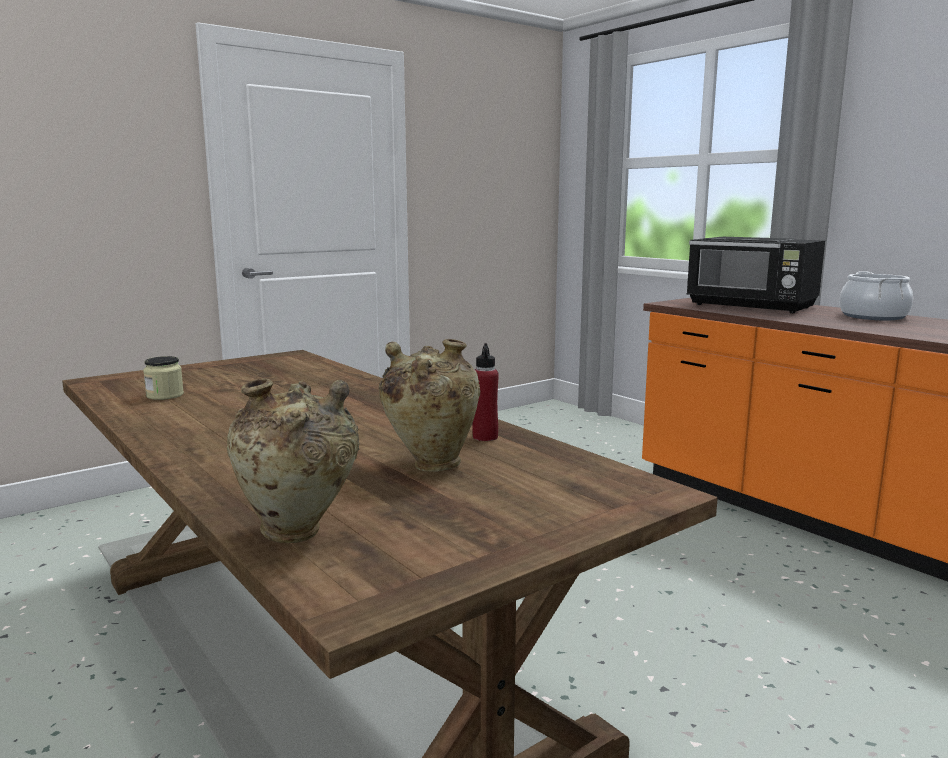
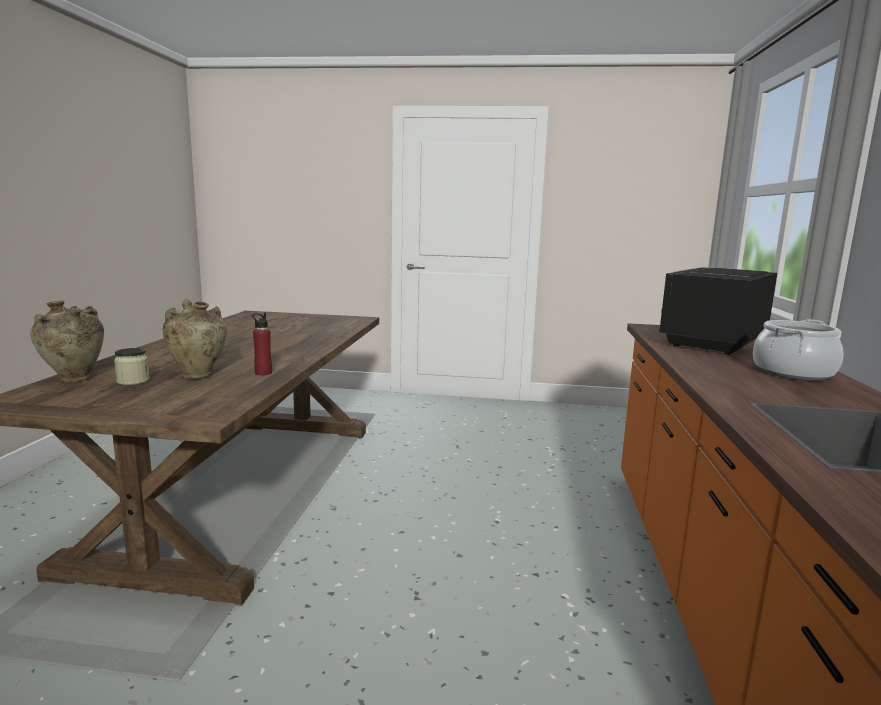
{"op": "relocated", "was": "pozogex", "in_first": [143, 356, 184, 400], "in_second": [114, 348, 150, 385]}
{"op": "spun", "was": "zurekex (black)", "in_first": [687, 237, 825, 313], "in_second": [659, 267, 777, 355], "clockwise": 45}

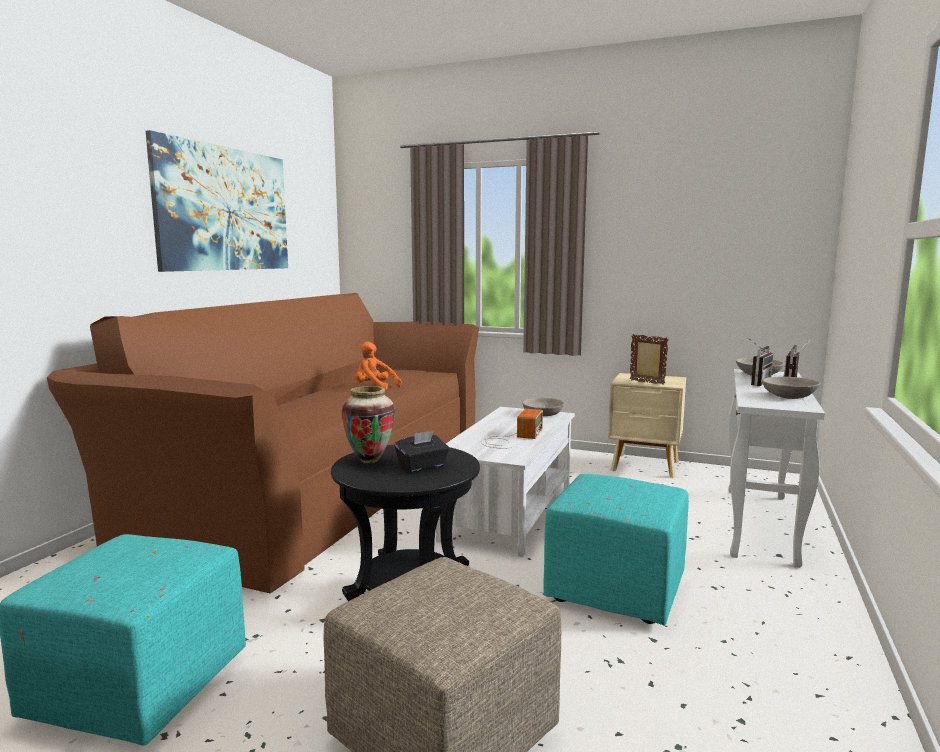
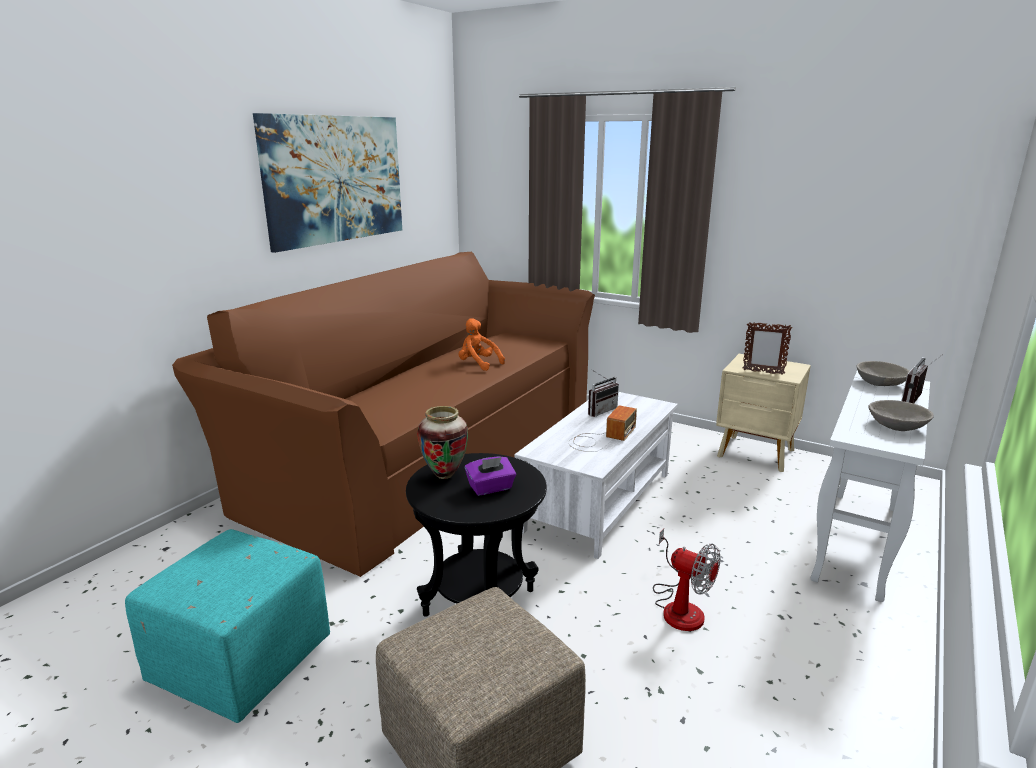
{"op": "colour", "was": "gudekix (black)", "now": "gudekix (purple)", "in_first": [395, 430, 449, 472], "in_second": [465, 456, 516, 496]}
{"op": "relocated", "was": "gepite", "in_first": [747, 337, 773, 386], "in_second": [588, 370, 619, 417]}
{"op": "exchanged", "was": "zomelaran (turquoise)", "now": "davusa", "in_first": [543, 474, 689, 626], "in_second": [653, 528, 721, 631]}
{"op": "spun", "was": "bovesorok", "in_first": [630, 334, 669, 385], "in_second": [743, 322, 792, 375], "clockwise": 150}
{"op": "missing", "was": "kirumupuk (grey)", "in_first": [522, 398, 564, 416]}

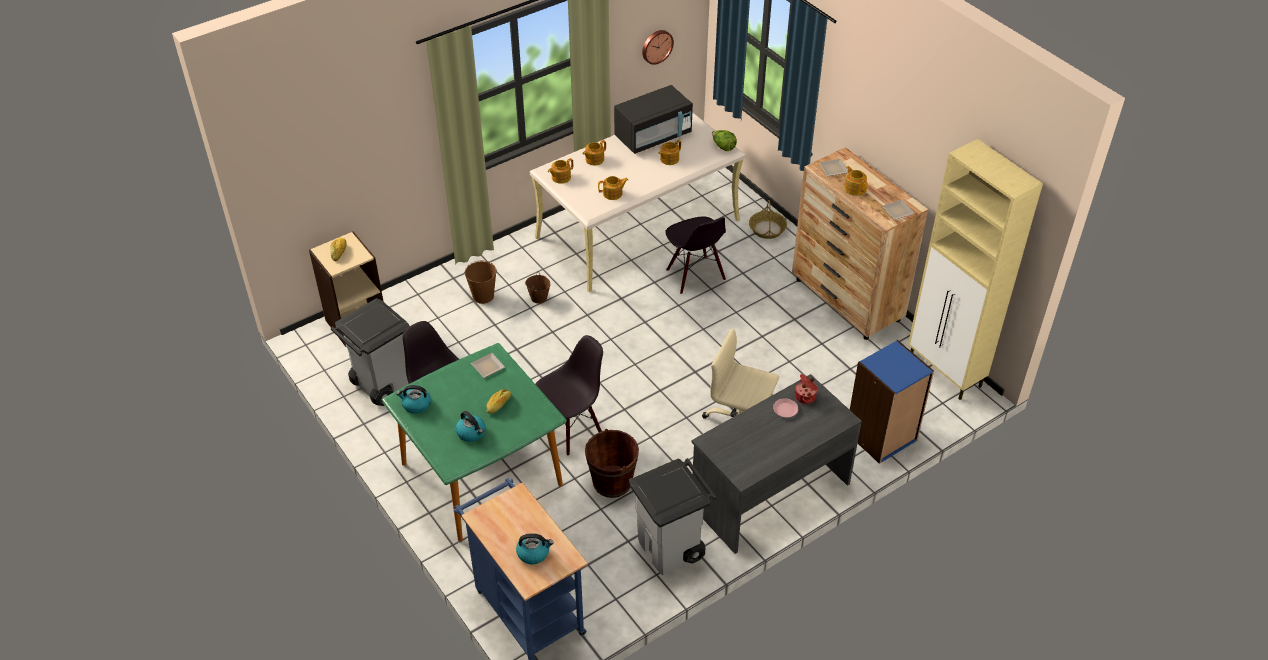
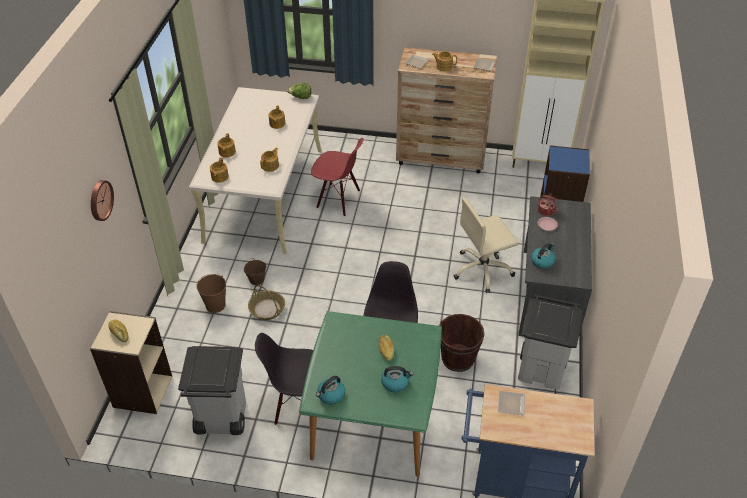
{"op": "relocated", "was": "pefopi", "in_first": [642, 30, 674, 65], "in_second": [91, 180, 114, 221]}
{"op": "relocated", "was": "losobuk", "in_first": [749, 200, 787, 239], "in_second": [248, 285, 285, 320]}
{"op": "colour", "was": "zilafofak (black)", "now": "zilafofak (red)", "in_first": [665, 216, 726, 294], "in_second": [311, 138, 364, 216]}
{"op": "relocated", "was": "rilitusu", "in_first": [471, 353, 505, 378], "in_second": [498, 391, 525, 415]}
{"op": "relocated", "was": "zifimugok", "in_first": [516, 533, 554, 565], "in_second": [531, 243, 556, 269]}
{"op": "missing", "was": "zurekex (black)", "in_first": [614, 85, 693, 154]}

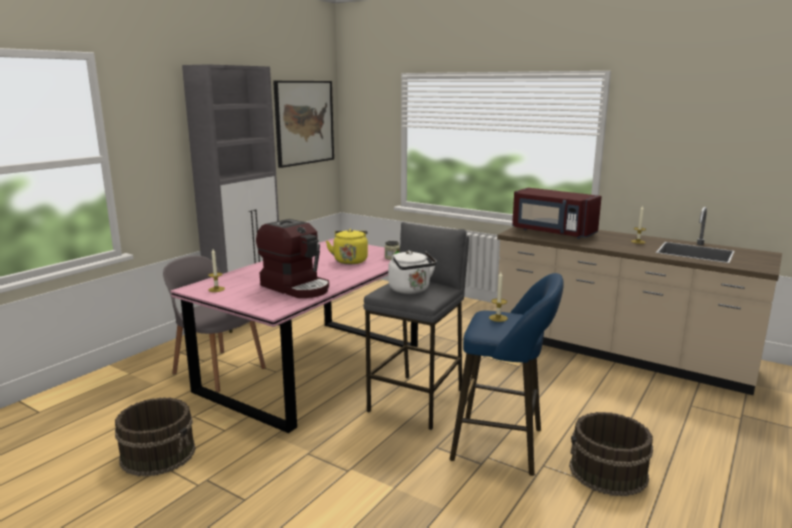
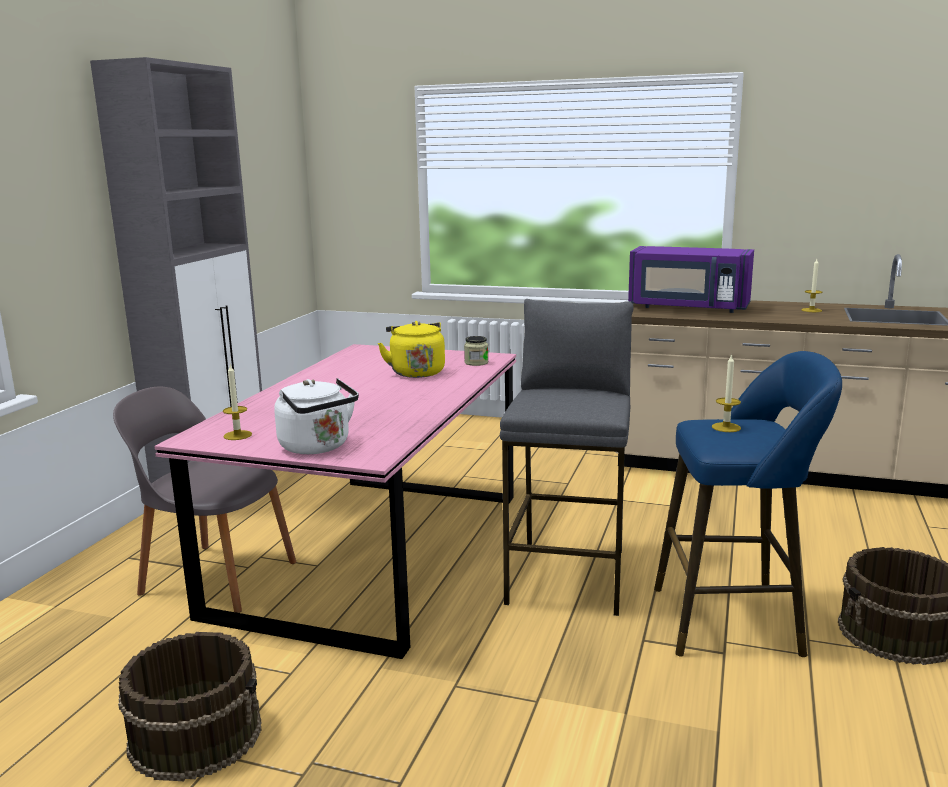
{"op": "relocated", "was": "zifimugok (white)", "in_first": [388, 250, 437, 294], "in_second": [274, 378, 359, 454]}
{"op": "colour", "was": "zurekex (red)", "now": "zurekex (purple)", "in_first": [512, 188, 602, 239], "in_second": [628, 246, 754, 313]}
{"op": "missing", "was": "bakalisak", "in_first": [256, 219, 329, 298]}
{"op": "missing", "was": "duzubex", "in_first": [273, 81, 334, 168]}

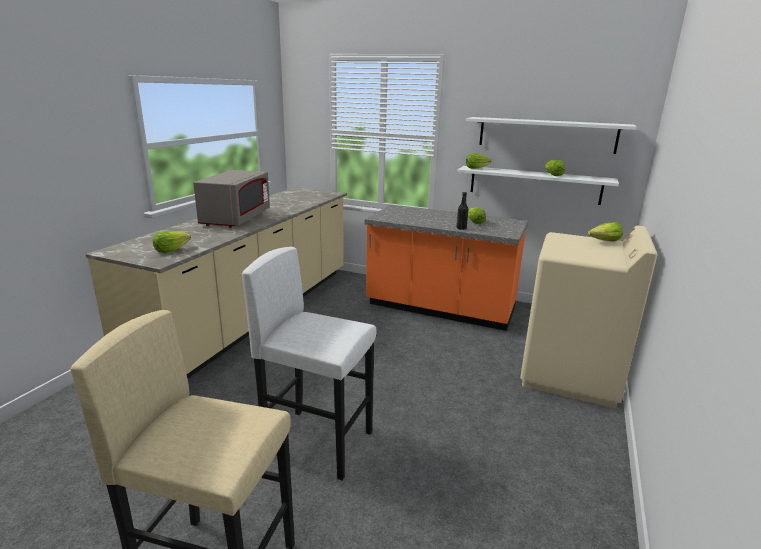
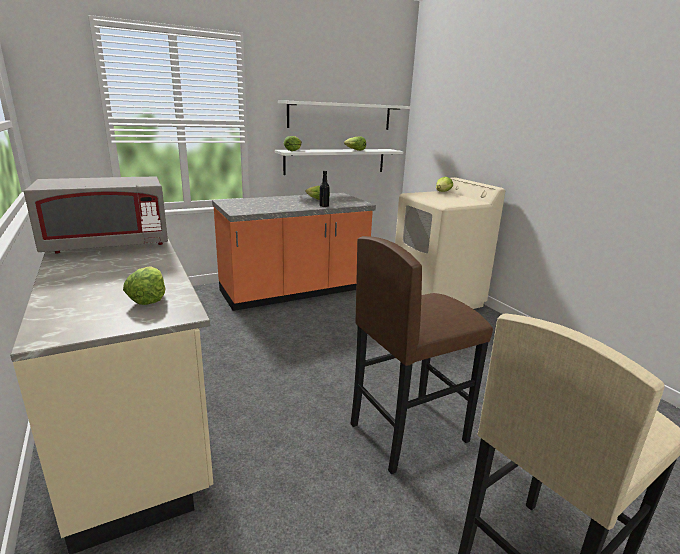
{"op": "spun", "was": "zurekex (grey)", "in_first": [193, 170, 270, 228], "in_second": [24, 177, 168, 253], "clockwise": 105}
{"op": "colour", "was": "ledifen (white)", "now": "ledifen (brown)", "in_first": [242, 247, 376, 480], "in_second": [350, 236, 493, 474]}

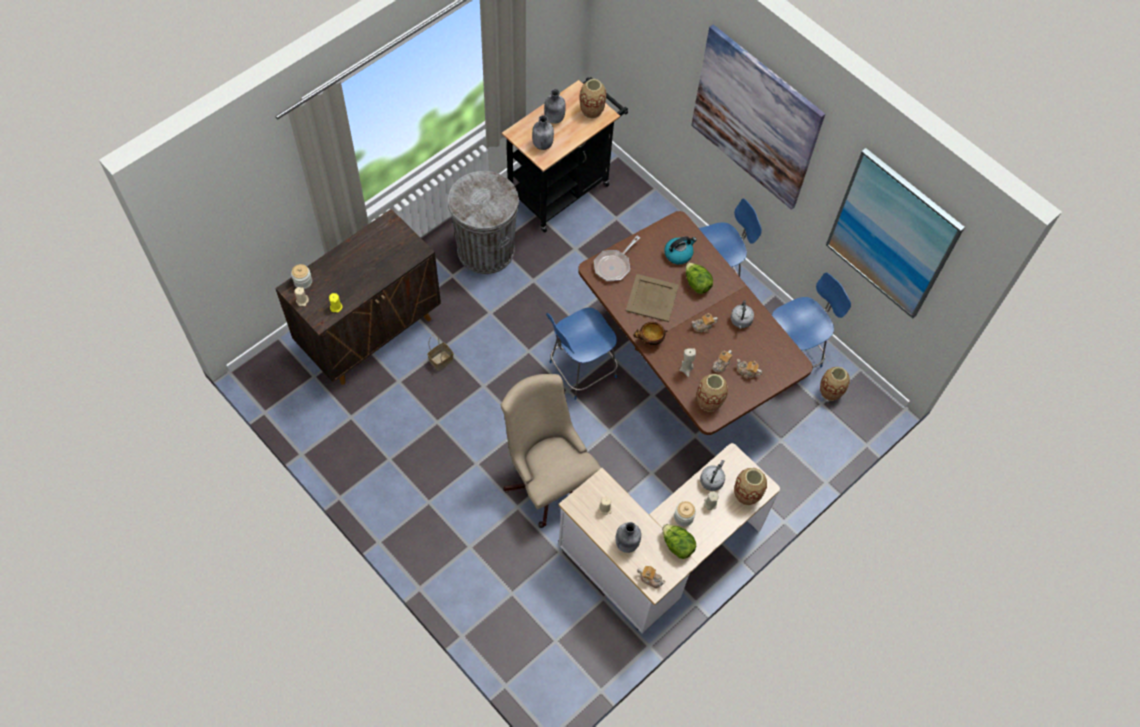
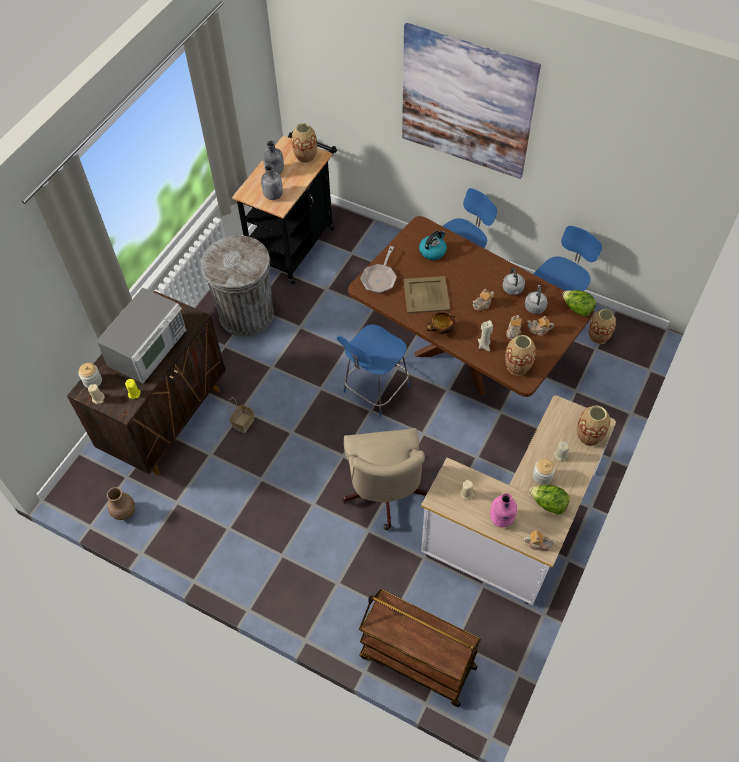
{"op": "appeared", "now": "zurekex", "in_second": [96, 288, 186, 383]}
{"op": "appeared", "now": "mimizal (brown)", "in_second": [107, 487, 135, 520]}
{"op": "spun", "was": "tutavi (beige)", "in_first": [501, 374, 601, 528], "in_second": [342, 428, 428, 531], "clockwise": -135}
{"op": "appeared", "now": "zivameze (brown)", "in_second": [359, 589, 481, 707]}
{"op": "colour", "was": "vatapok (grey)", "now": "vatapok (pink)", "in_first": [615, 522, 641, 553], "in_second": [490, 493, 517, 527]}
{"op": "relocated", "was": "zifimugok (grey)", "in_first": [700, 460, 725, 491], "in_second": [525, 285, 548, 314]}
{"op": "relocated", "was": "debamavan", "in_first": [686, 262, 713, 294], "in_second": [562, 290, 596, 317]}
{"op": "missing", "was": "duzubex", "in_first": [826, 148, 965, 319]}

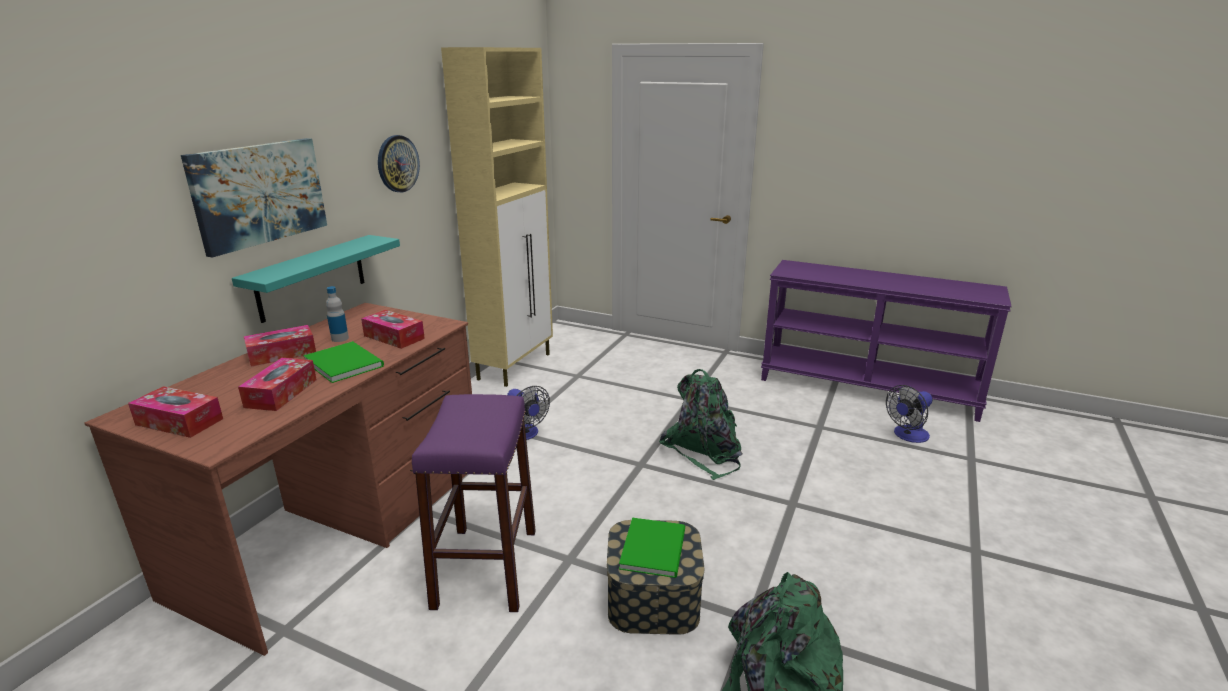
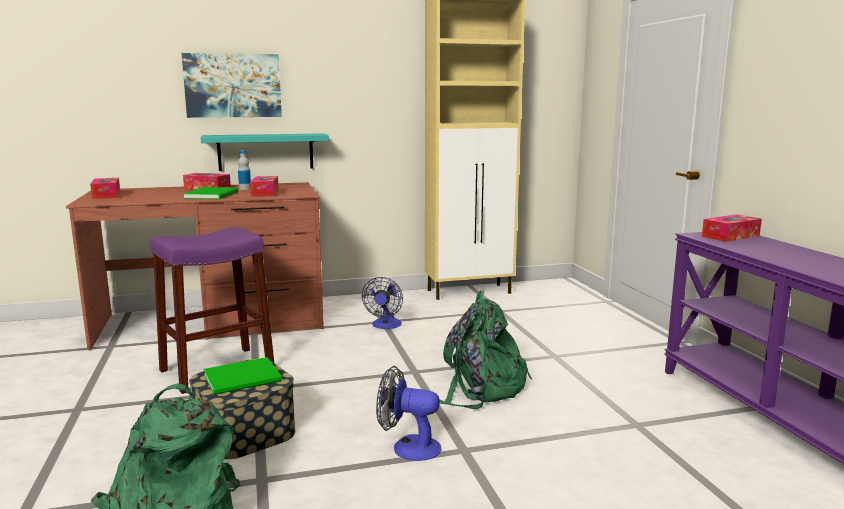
{"op": "relocated", "was": "davusa", "in_first": [886, 385, 932, 443], "in_second": [376, 366, 441, 461]}
{"op": "relocated", "was": "gudekix", "in_first": [238, 358, 317, 411], "in_second": [702, 214, 762, 242]}
{"op": "missing", "was": "pefopi", "in_first": [378, 135, 420, 192]}

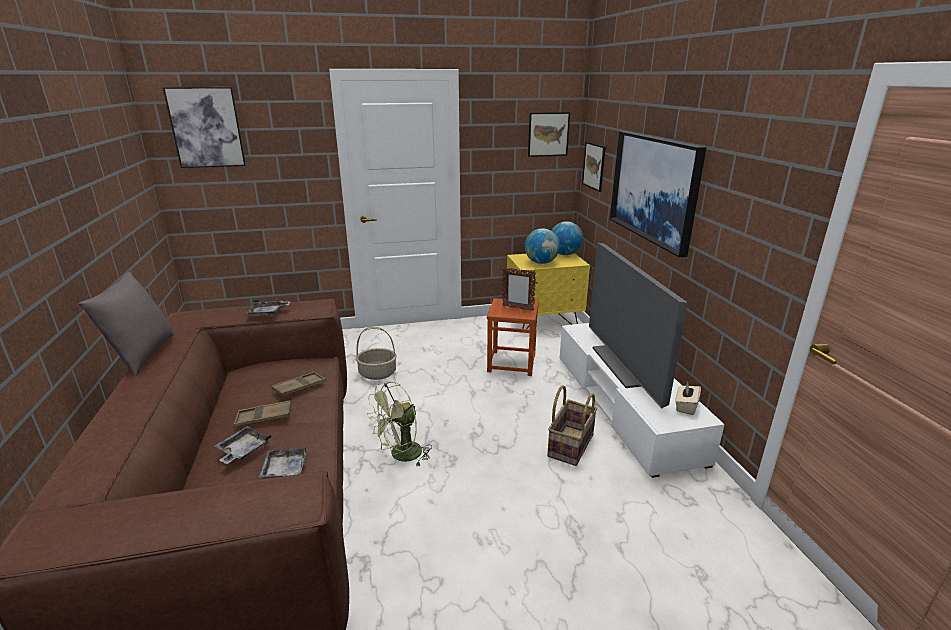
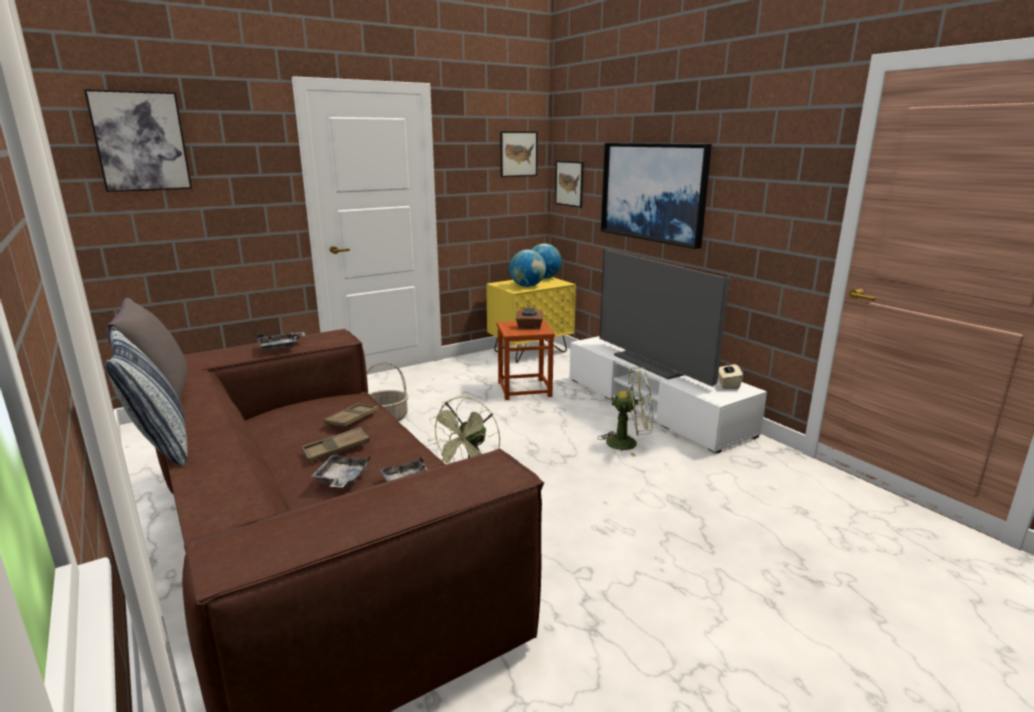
{"op": "appeared", "now": "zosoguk", "in_second": [105, 327, 187, 466]}
{"op": "exchanged", "was": "bovesorok", "now": "gudekix (brown)", "in_first": [502, 267, 536, 311], "in_second": [516, 307, 543, 329]}
{"op": "exchanged", "was": "losobuk", "now": "davusa (green)", "in_first": [547, 385, 597, 466], "in_second": [597, 366, 653, 457]}

